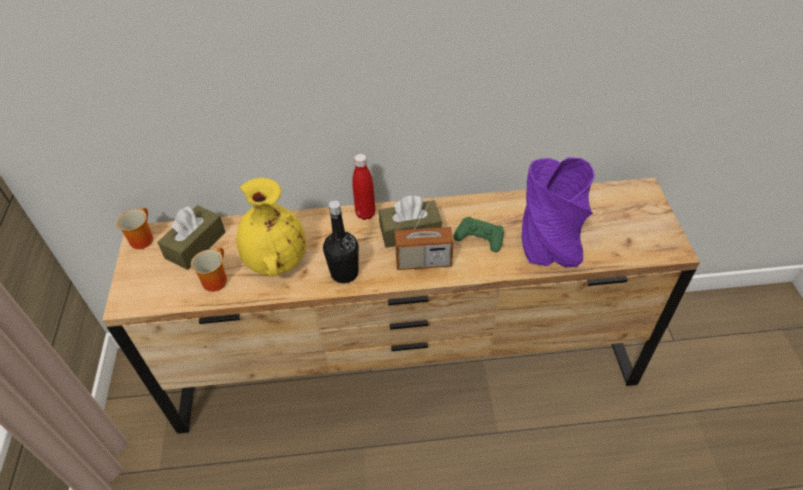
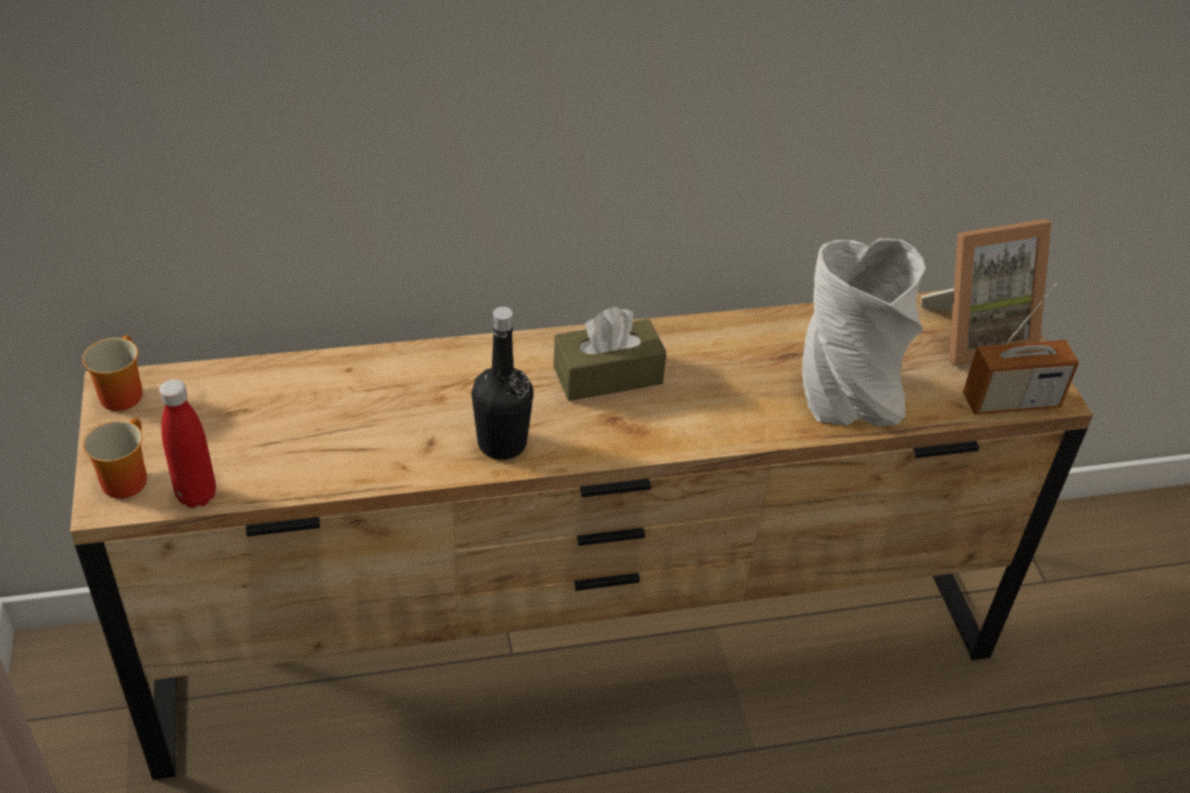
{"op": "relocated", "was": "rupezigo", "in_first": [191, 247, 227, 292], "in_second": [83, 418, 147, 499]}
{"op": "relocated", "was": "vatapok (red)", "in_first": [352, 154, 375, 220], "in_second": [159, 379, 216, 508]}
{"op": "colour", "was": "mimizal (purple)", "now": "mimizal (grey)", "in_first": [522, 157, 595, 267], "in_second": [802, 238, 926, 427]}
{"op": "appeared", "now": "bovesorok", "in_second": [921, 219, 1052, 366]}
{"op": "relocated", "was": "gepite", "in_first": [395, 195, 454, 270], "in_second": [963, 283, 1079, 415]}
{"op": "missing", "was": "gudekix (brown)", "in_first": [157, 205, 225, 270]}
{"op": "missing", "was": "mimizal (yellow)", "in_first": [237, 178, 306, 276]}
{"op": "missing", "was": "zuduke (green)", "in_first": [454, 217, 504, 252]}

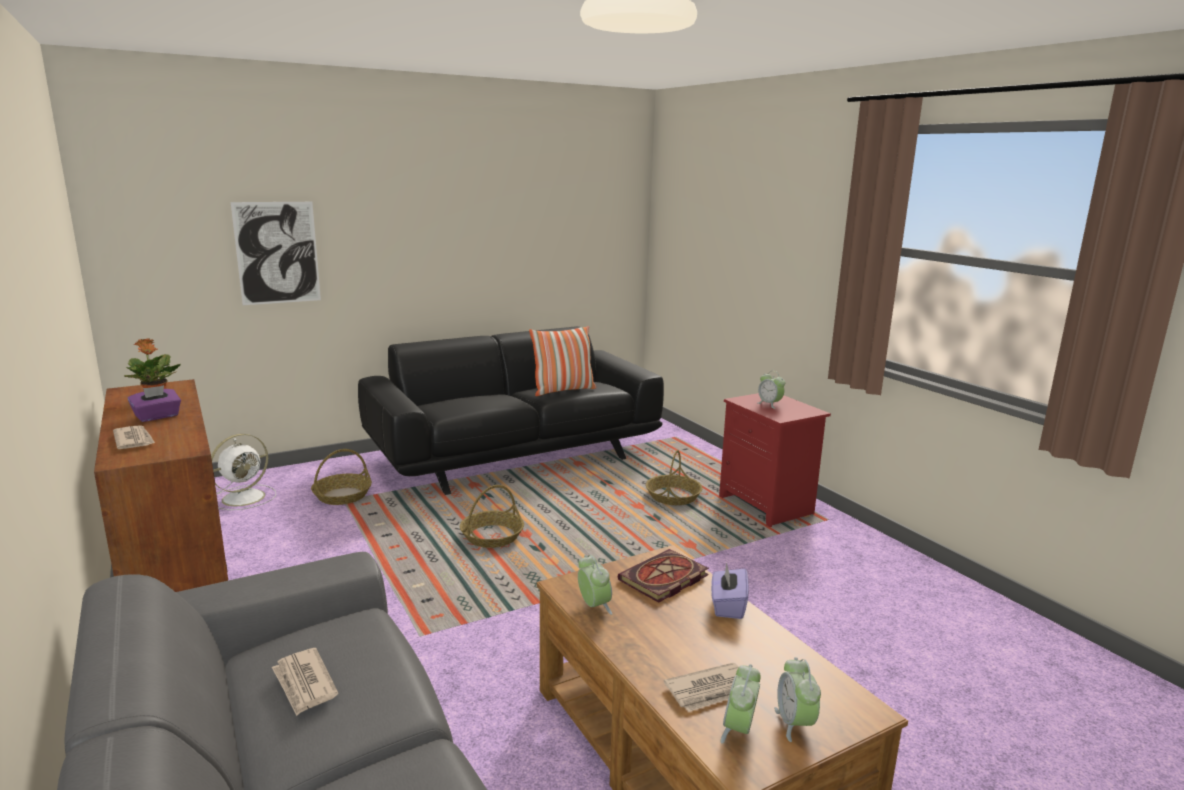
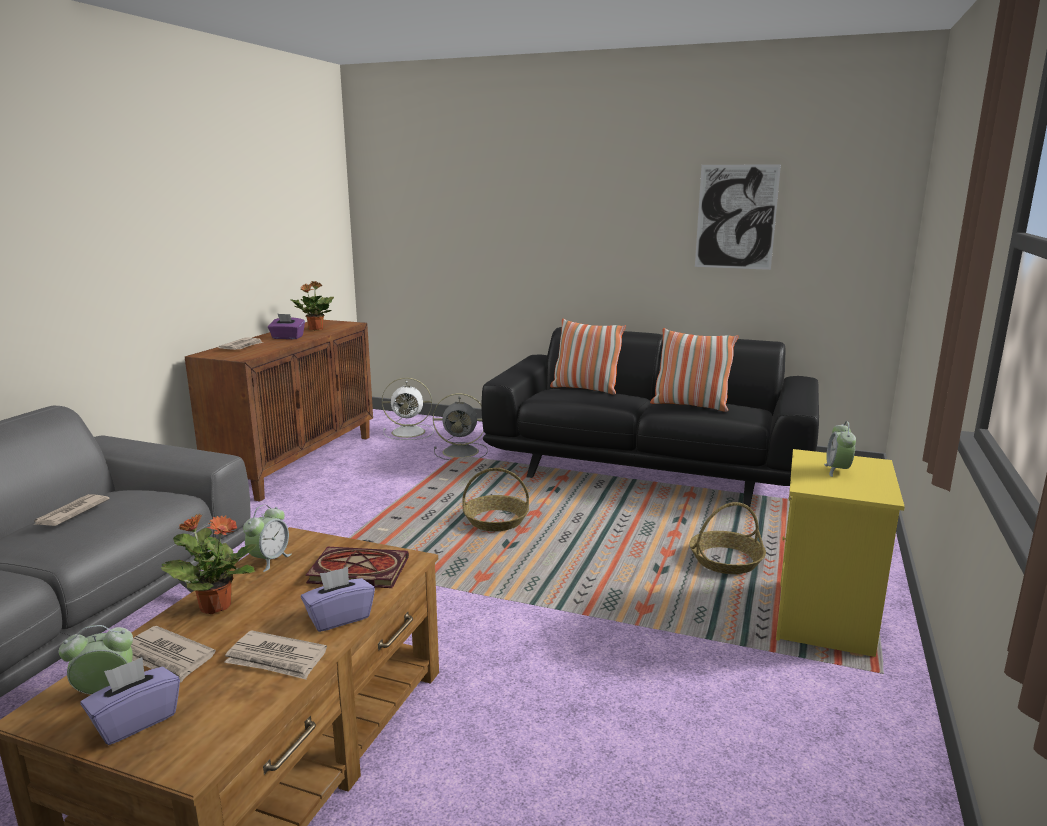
{"op": "exchanged", "was": "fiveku", "now": "gudekix (purple)", "in_first": [774, 657, 821, 742], "in_second": [80, 657, 180, 745]}
{"op": "appeared", "now": "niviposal", "in_second": [161, 514, 257, 614]}
{"op": "appeared", "now": "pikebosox", "in_second": [224, 630, 327, 679]}
{"op": "exchanged", "was": "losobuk", "now": "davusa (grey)", "in_first": [311, 449, 372, 505], "in_second": [433, 393, 488, 460]}
{"op": "appeared", "now": "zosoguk", "in_second": [550, 318, 626, 395]}
{"op": "relocated", "was": "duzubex", "in_first": [231, 202, 321, 305], "in_second": [695, 164, 781, 270]}
{"op": "colour", "was": "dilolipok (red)", "now": "dilolipok (yellow)", "in_first": [719, 393, 831, 527], "in_second": [776, 449, 905, 657]}

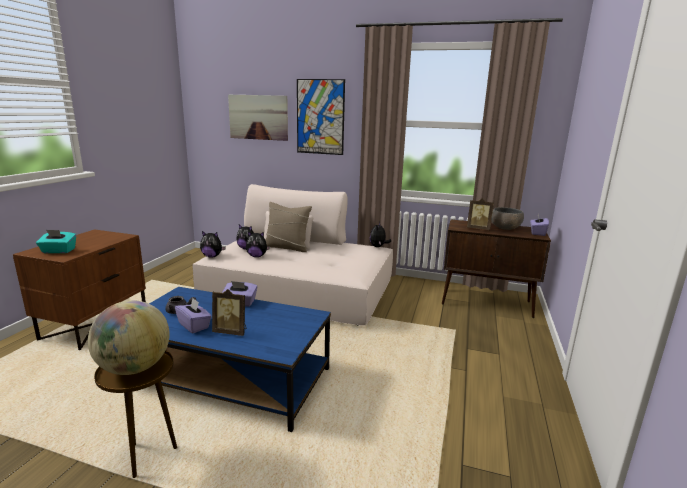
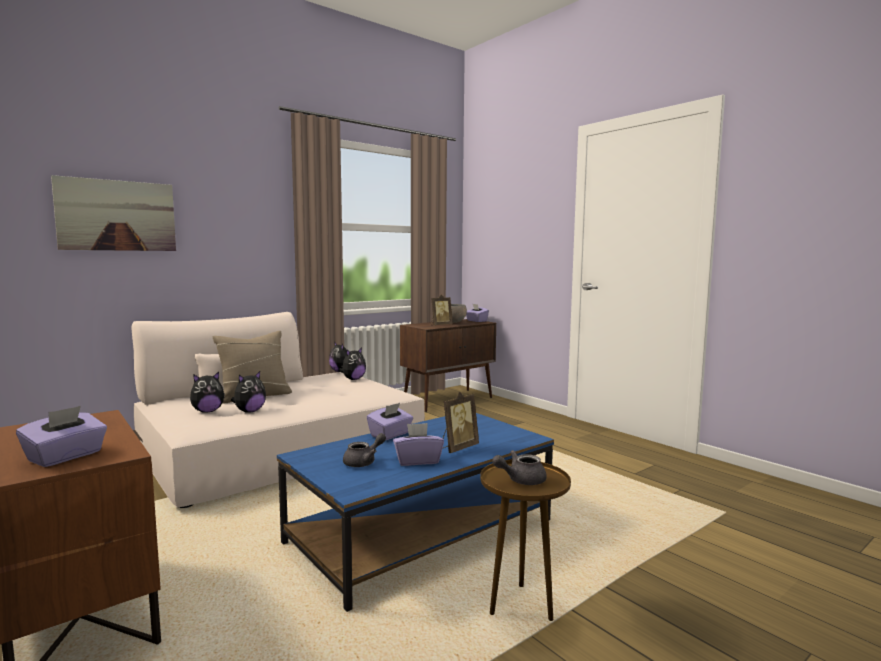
{"op": "colour", "was": "gudekix (turquoise)", "now": "gudekix (purple)", "in_first": [36, 230, 76, 253], "in_second": [16, 406, 107, 467]}
{"op": "relocated", "was": "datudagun", "in_first": [200, 231, 225, 258], "in_second": [339, 347, 366, 380]}
{"op": "exchanged", "was": "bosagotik", "now": "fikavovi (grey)", "in_first": [88, 300, 170, 375], "in_second": [492, 450, 547, 485]}
{"op": "missing", "was": "duzubex", "in_first": [297, 79, 345, 155]}

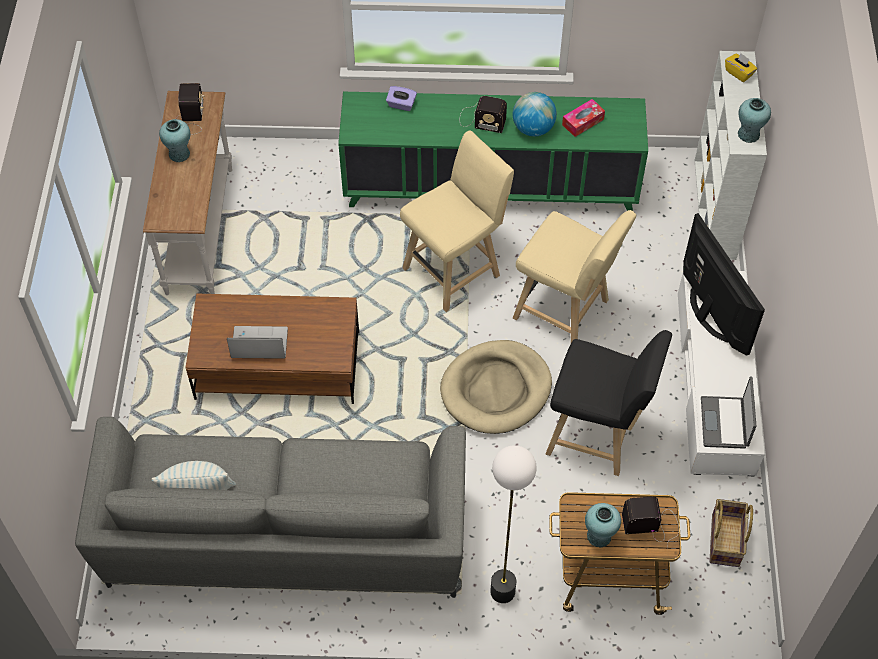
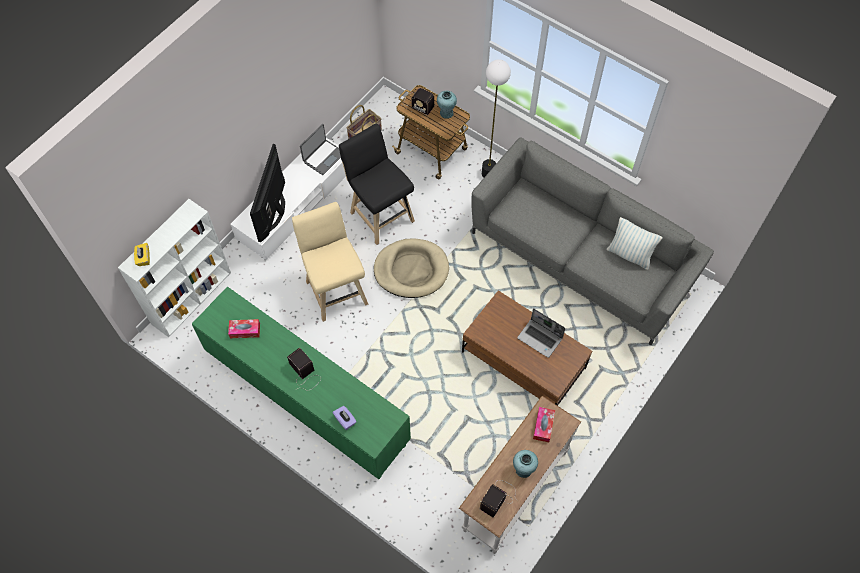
{"op": "appeared", "now": "gudekix", "in_second": [533, 407, 555, 442]}
{"op": "missing", "was": "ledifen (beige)", "in_first": [400, 131, 514, 312]}
{"op": "missing", "was": "bosagotik", "in_first": [513, 92, 557, 136]}
{"op": "missing", "was": "mimizal (turquoise)", "in_first": [738, 98, 771, 143]}

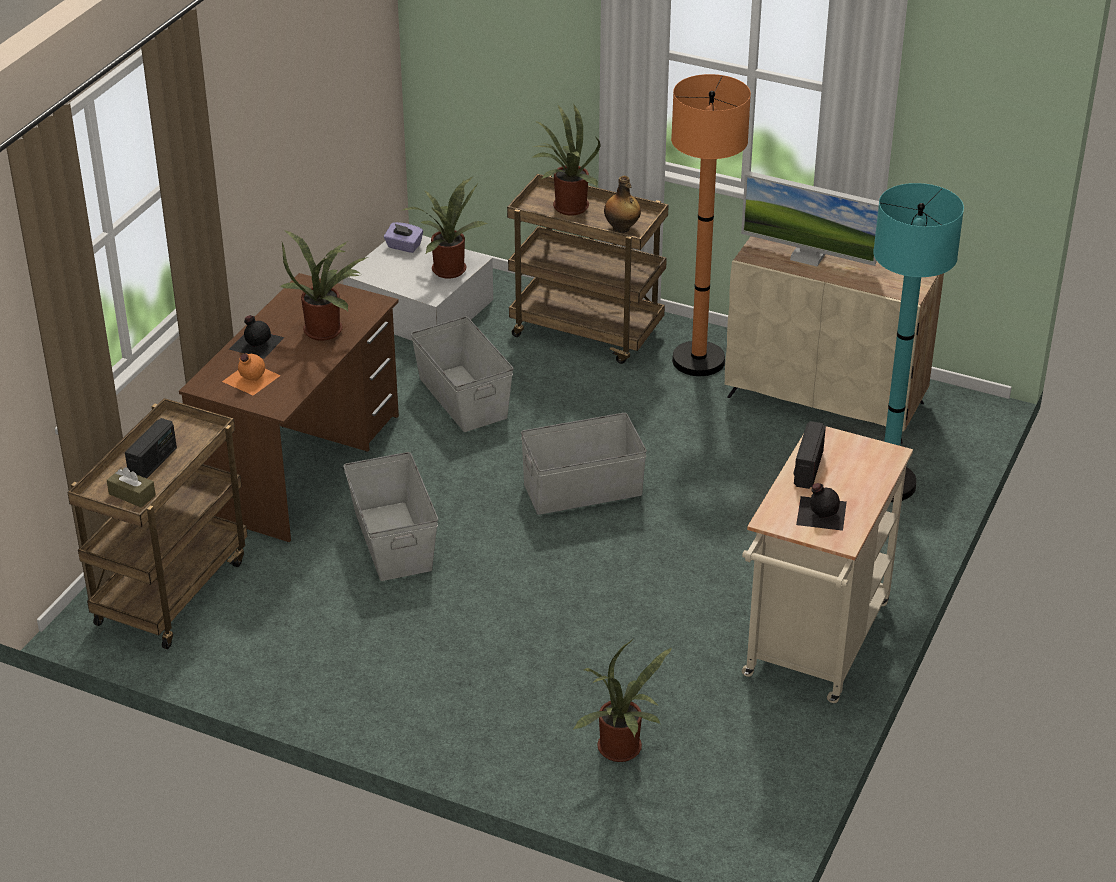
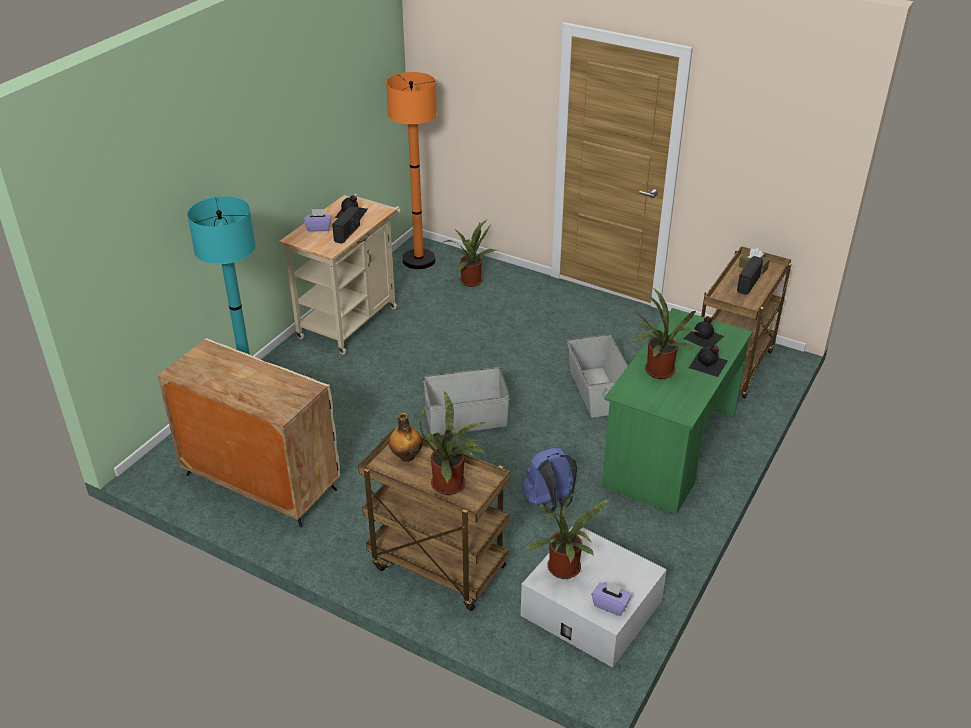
{"op": "appeared", "now": "gudekix (purple)", "in_second": [304, 209, 331, 232]}
{"op": "relocated", "was": "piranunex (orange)", "in_first": [671, 74, 751, 376], "in_second": [386, 72, 437, 269]}
{"op": "exchanged", "was": "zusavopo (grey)", "now": "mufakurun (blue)", "in_first": [411, 317, 513, 432], "in_second": [522, 448, 577, 513]}
{"op": "colour", "was": "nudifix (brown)", "now": "nudifix (green)", "in_first": [179, 273, 399, 542], "in_second": [602, 308, 753, 515]}
{"op": "colour", "was": "vatapok (orange)", "now": "vatapok (black)", "in_first": [222, 353, 281, 395], "in_second": [683, 316, 724, 347]}
{"op": "missing", "was": "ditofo", "in_first": [741, 171, 879, 267]}

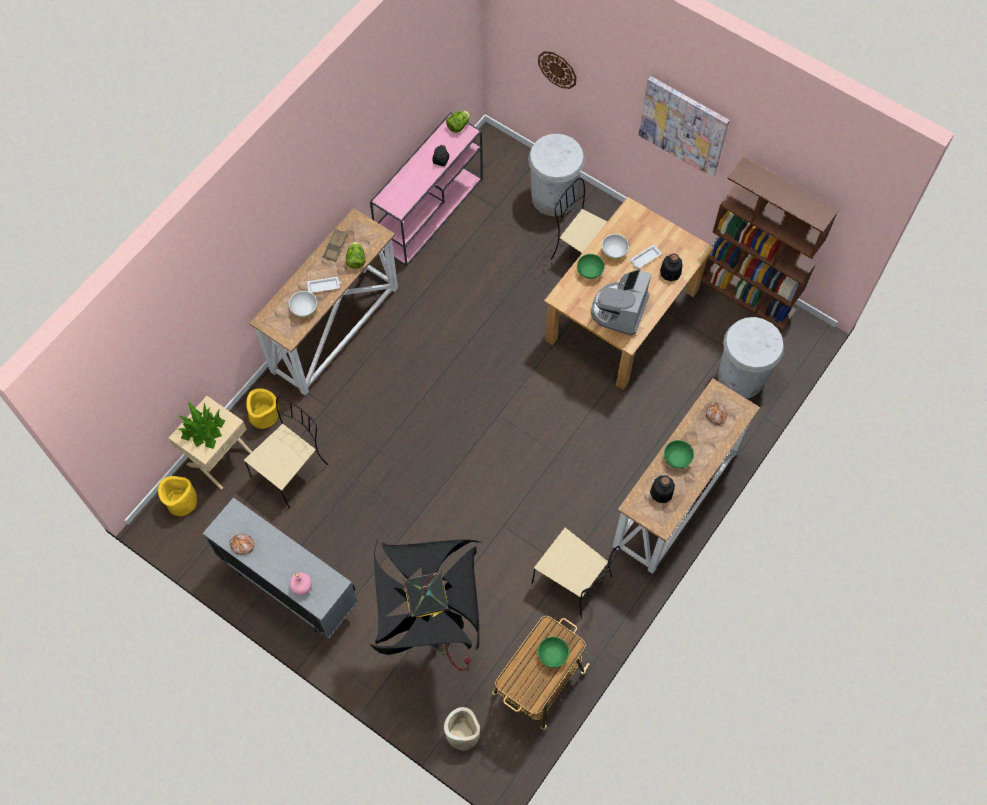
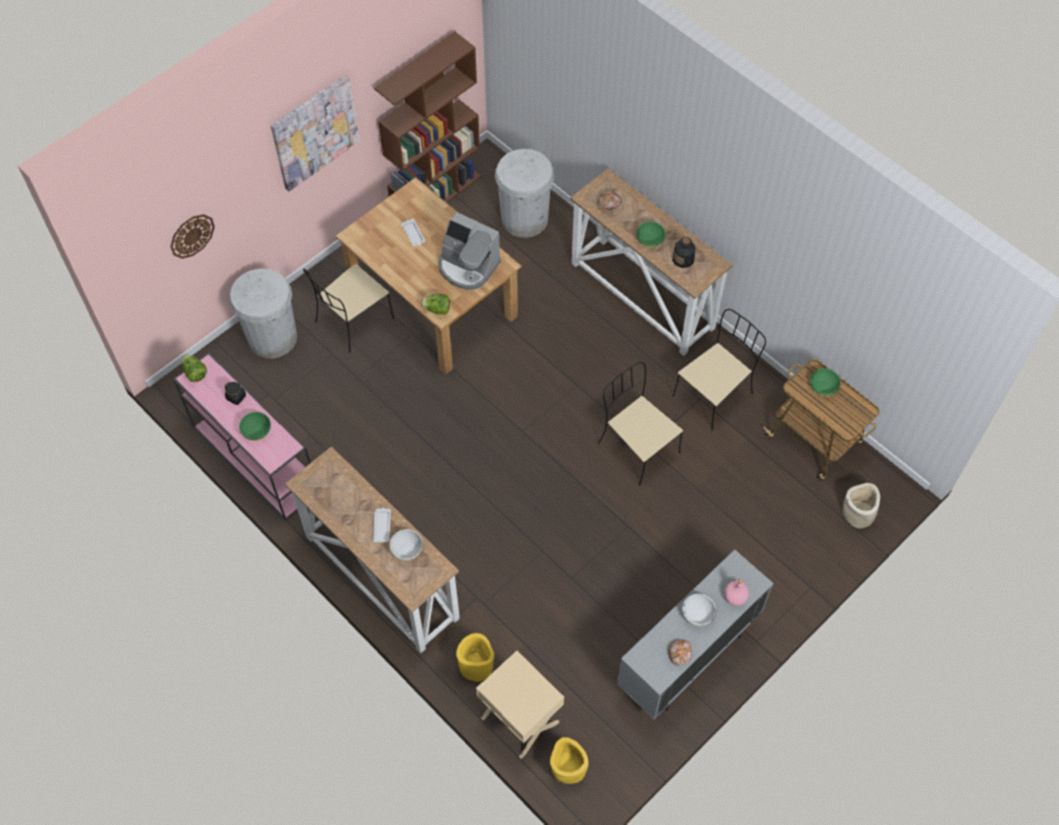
{"op": "relocated", "was": "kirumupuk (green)", "in_first": [577, 254, 605, 279], "in_second": [239, 412, 271, 441]}
{"op": "relocated", "was": "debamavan", "in_first": [346, 241, 365, 269], "in_second": [421, 294, 450, 315]}
{"op": "relocated", "was": "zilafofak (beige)", "in_first": [244, 396, 328, 508], "in_second": [598, 362, 683, 485]}
{"op": "relocated", "was": "kirumupuk (white)", "in_first": [602, 234, 629, 259], "in_second": [682, 594, 716, 626]}
{"op": "missing", "was": "niviposal", "in_first": [177, 401, 226, 449]}
{"op": "missing", "was": "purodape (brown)", "in_first": [323, 229, 348, 261]}
{"op": "missing", "was": "piranunex (black)", "in_first": [370, 537, 480, 671]}
{"op": "missing", "was": "vatapok", "in_first": [660, 254, 683, 281]}

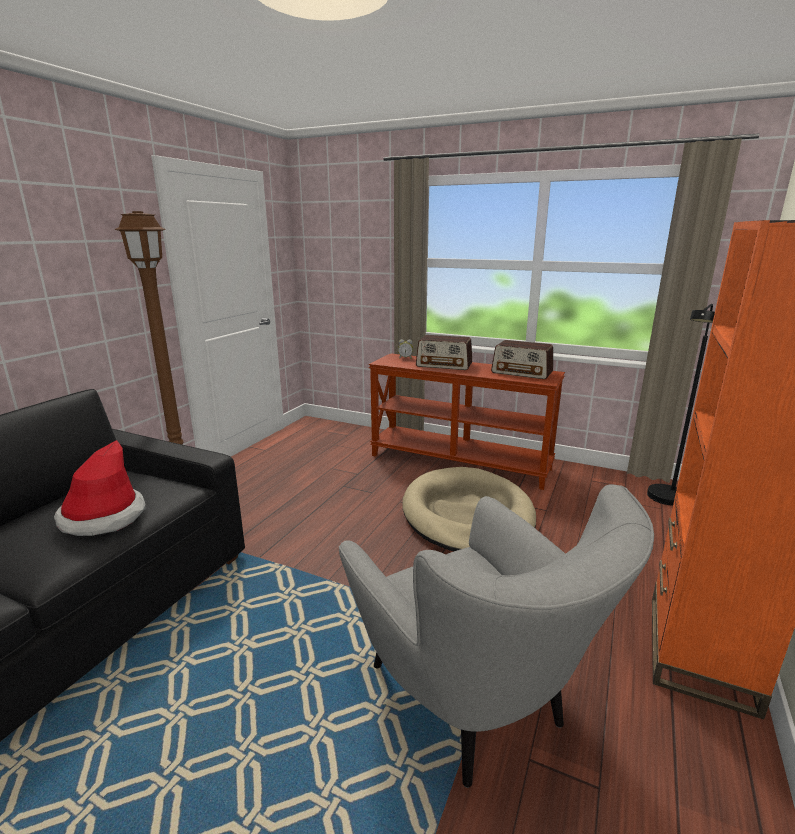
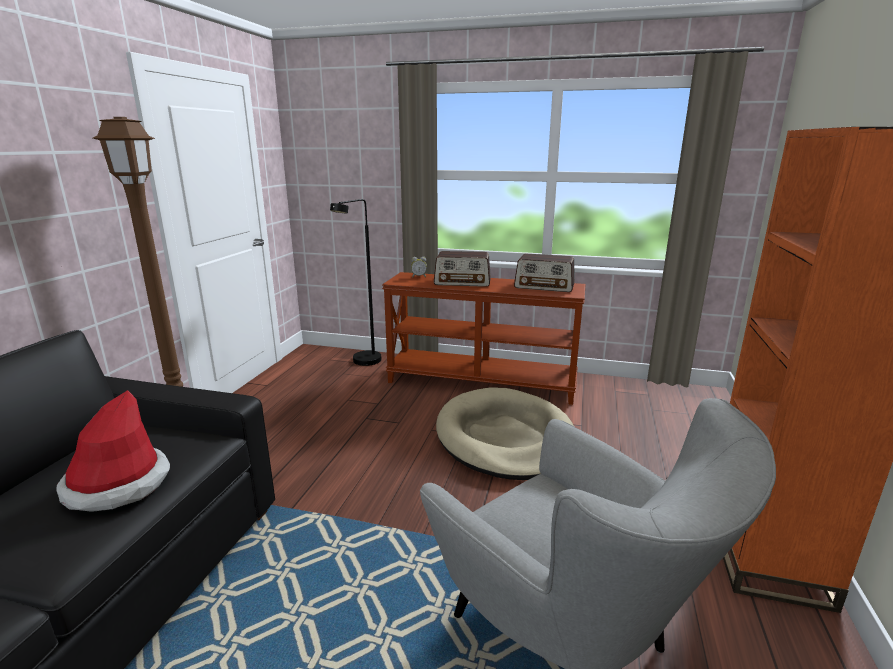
{"op": "relocated", "was": "piranunex (black)", "in_first": [647, 304, 715, 506], "in_second": [330, 199, 381, 366]}

